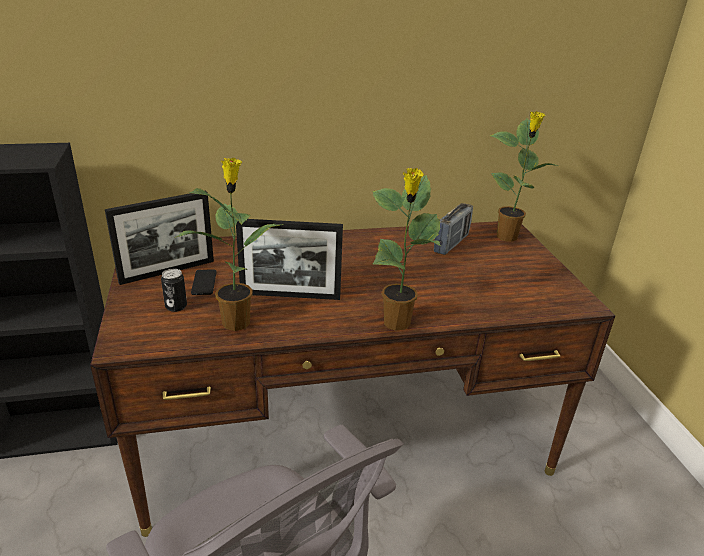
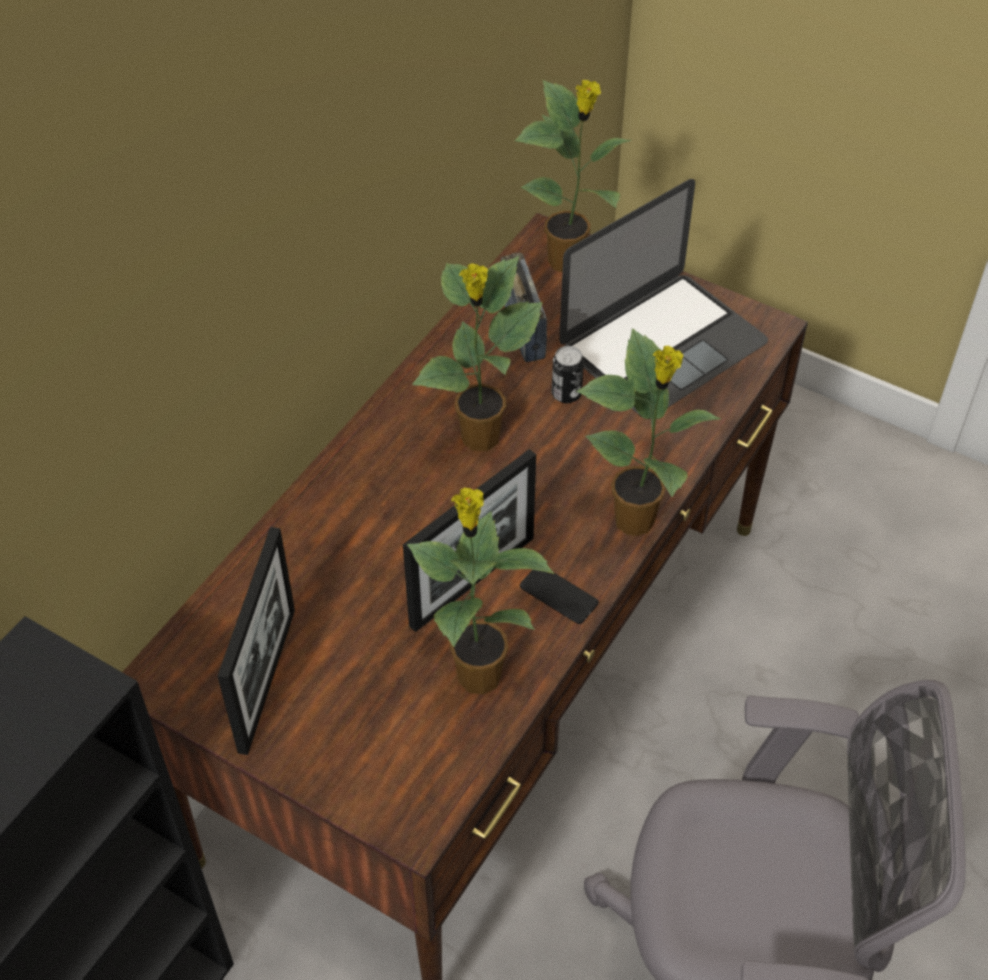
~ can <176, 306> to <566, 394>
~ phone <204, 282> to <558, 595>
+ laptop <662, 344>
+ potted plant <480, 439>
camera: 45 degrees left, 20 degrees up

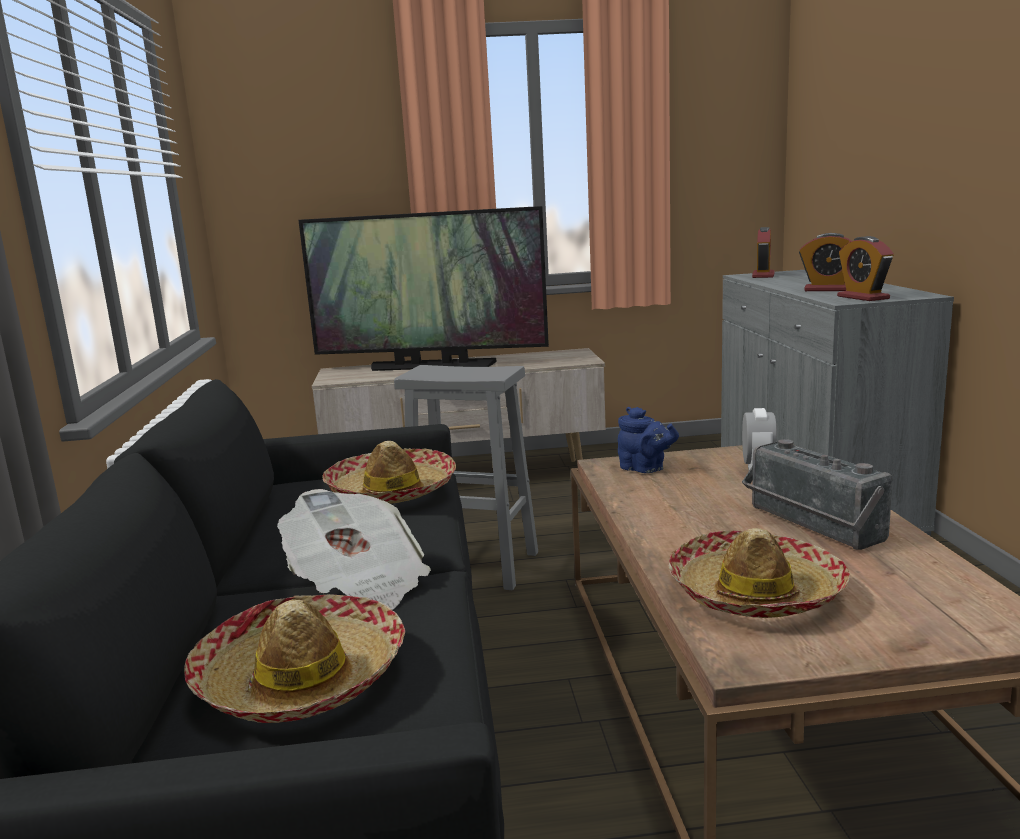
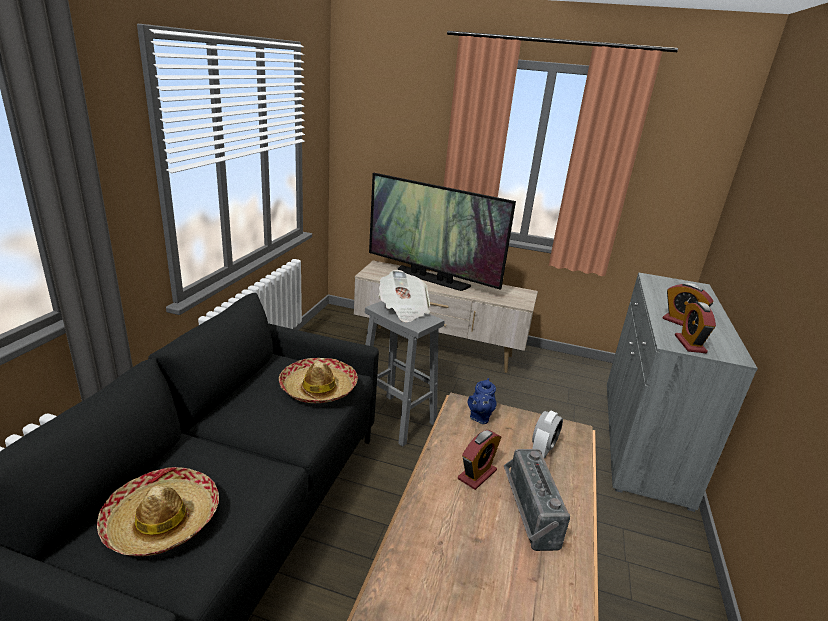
~ alarm clock <763, 275> to <477, 474>
~ blue teapot <645, 469> = <479, 417> 45 degrees clockwise
~ newspaper <359, 584> to <403, 309>
- hat <756, 592>
camera: 20 degrees right, 10 degrees up

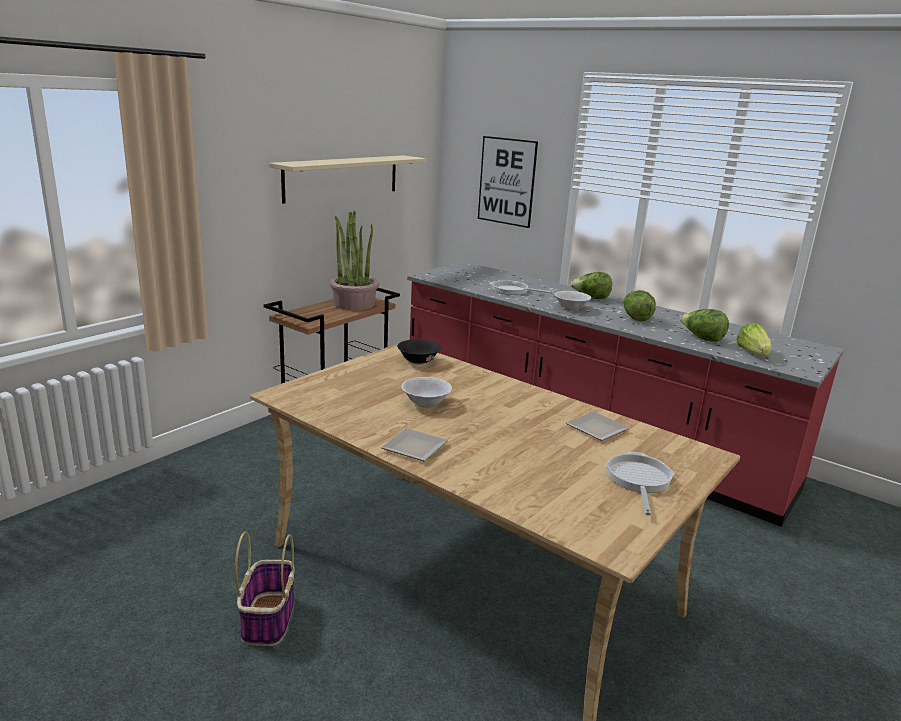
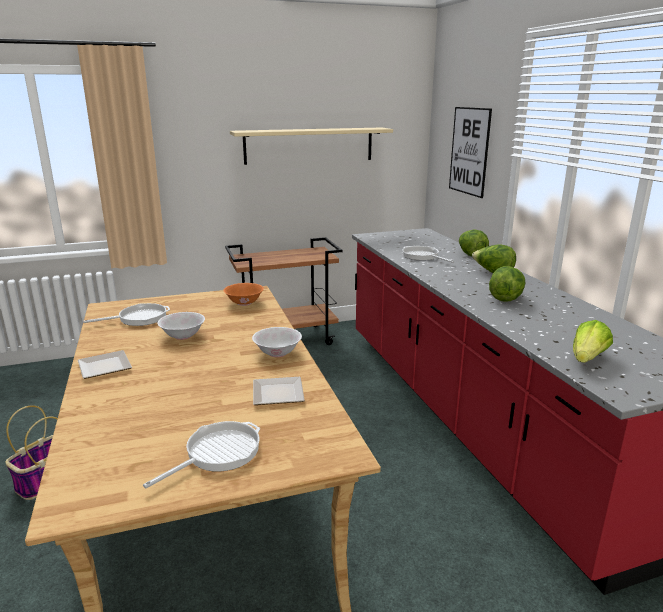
- potted plant <354, 304>
~ white bowl <571, 308> to <278, 353>
~ lettuce <702, 339> to <471, 255>
~ black bowl <418, 361> to orange bowl <244, 303>
+ frying pan <139, 318>
camera: 35 degrees right, 0 degrees up

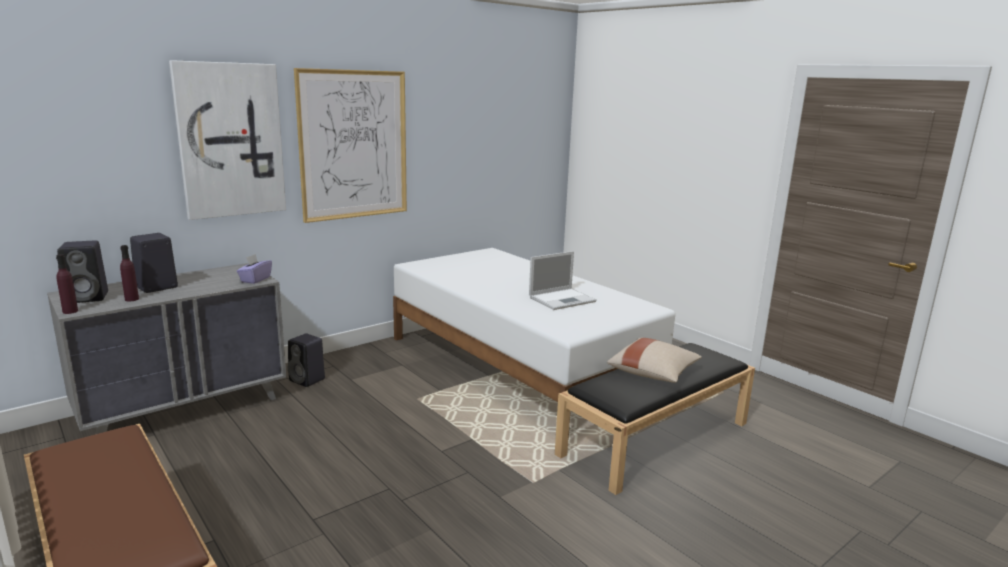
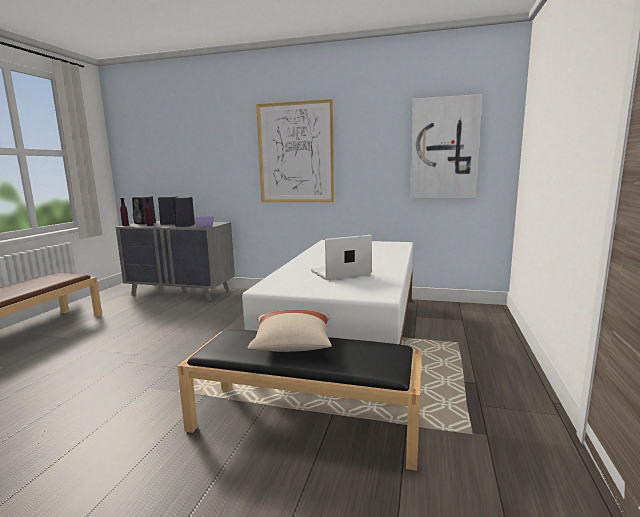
~ picture <230, 140> to <444, 148>
~ laptop <563, 299> = <339, 273> 135 degrees clockwise
~ black speaker <308, 380> to <185, 225>
camera: 55 degrees right, 5 degrees down

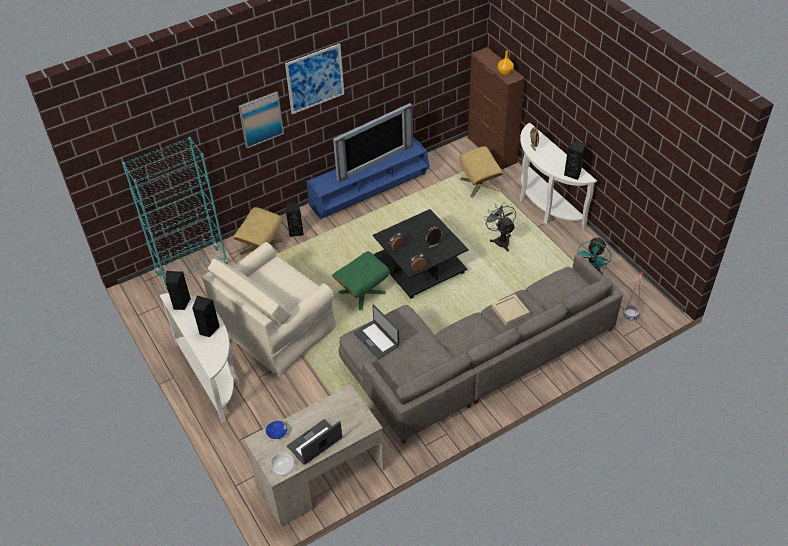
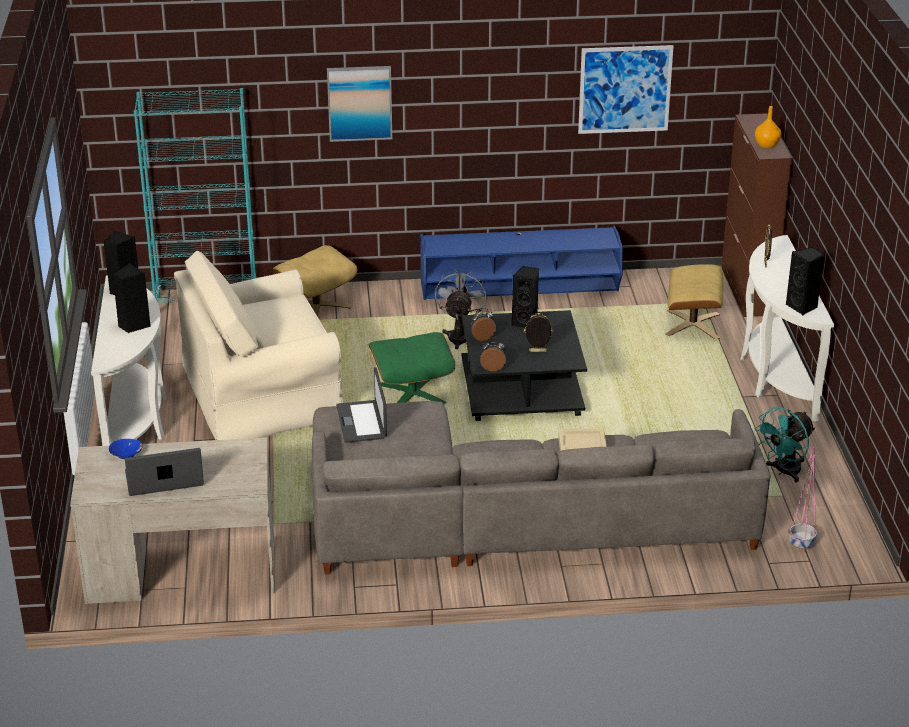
~ picture <315, 79> to <625, 89>
- television <373, 161>
~ black speaker <296, 231> to <526, 323>
~ grey fan <500, 240> to <459, 335>
- bowl <283, 467>
camera: 25 degrees right, 15 degrees down

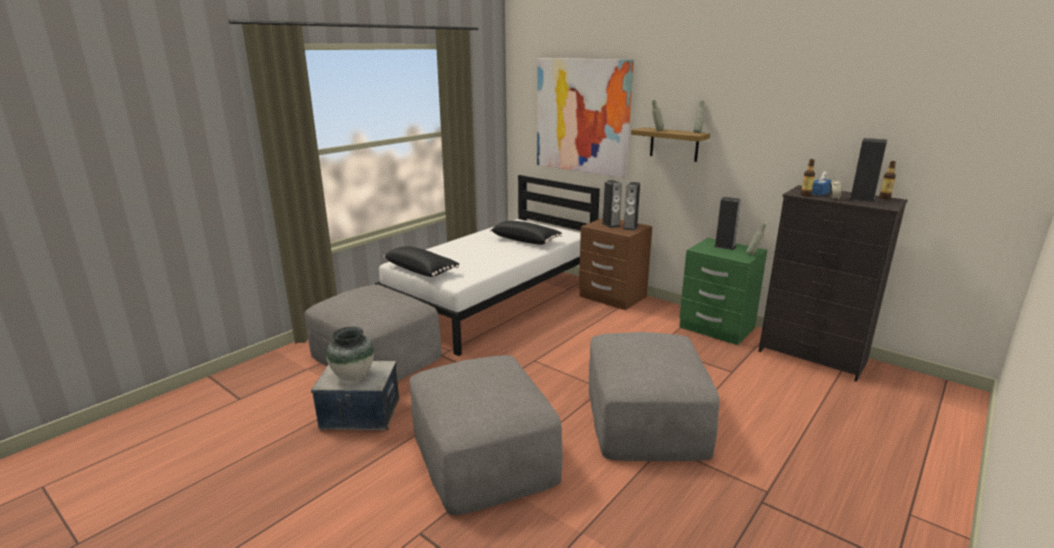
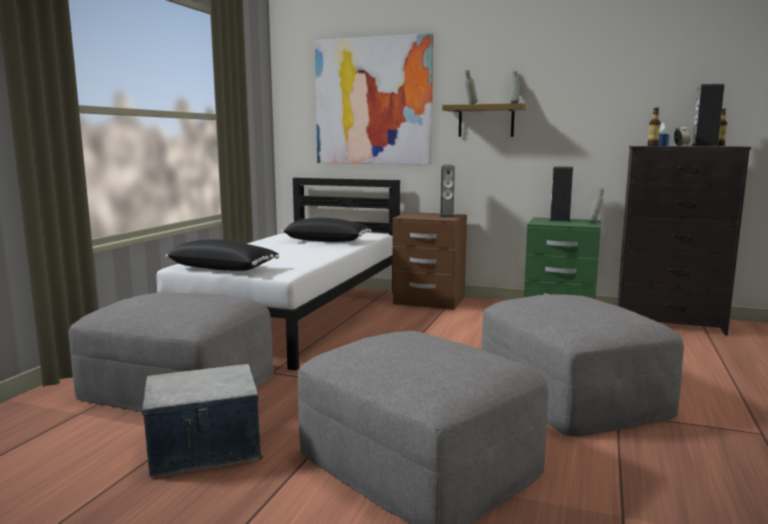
- speaker <610, 225>
- vase <352, 375>
camera: 20 degrees left, 10 degrees down

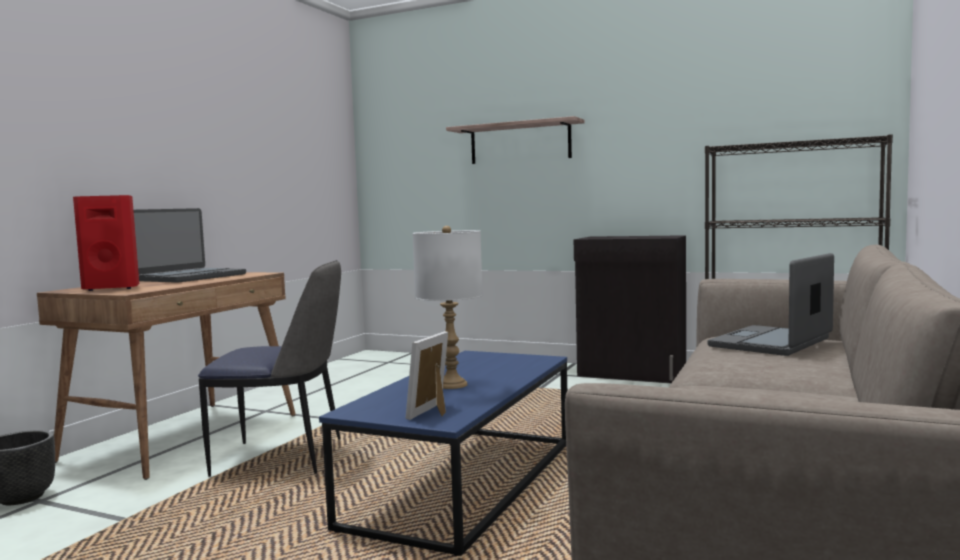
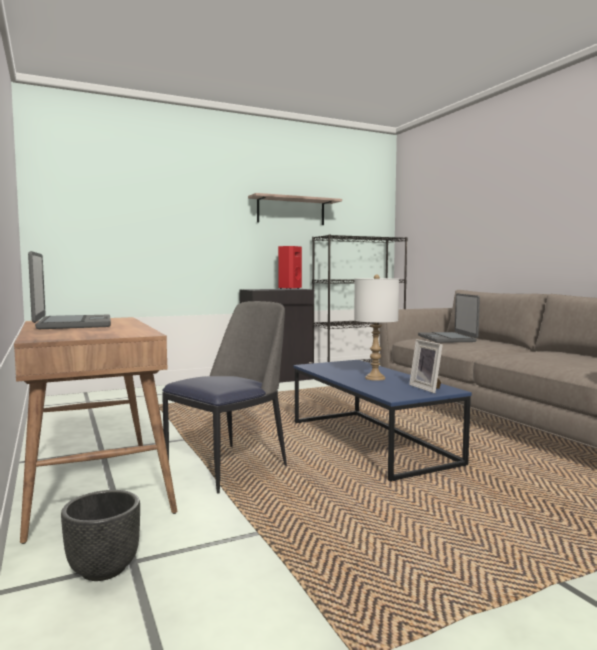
~ shelf <520, 143> to <291, 211>
~ red speaker <113, 288> to <289, 288>
camera: 50 degrees left, 0 degrees up

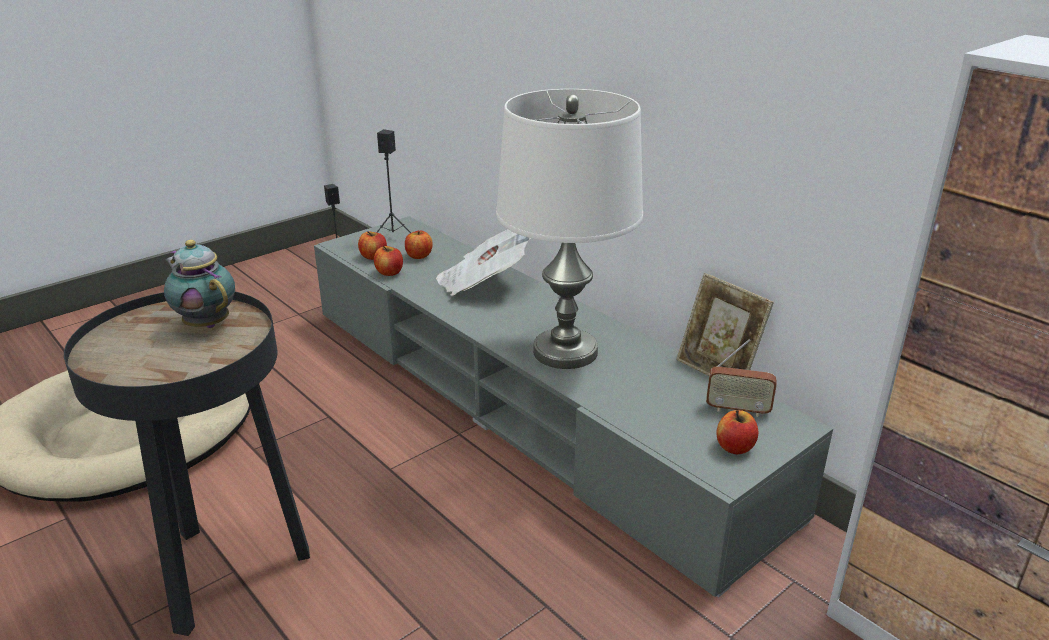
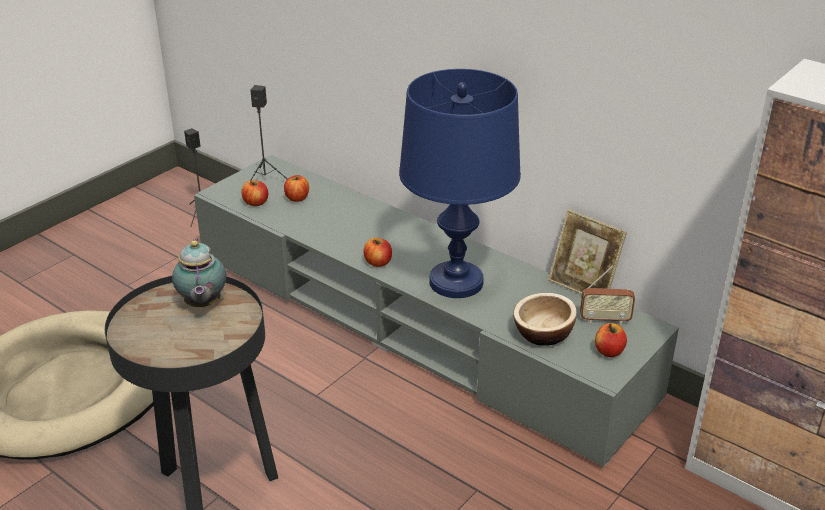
~ white table lamp <565, 352> to blue table lamp <456, 282>
- newspaper <483, 283>
~ teapot <206, 323> = <202, 305> 135 degrees counterclockwise
~ apple <389, 272> to <378, 262>
+ bowl <543, 333>
camera: 10 degrees left, 5 degrees up

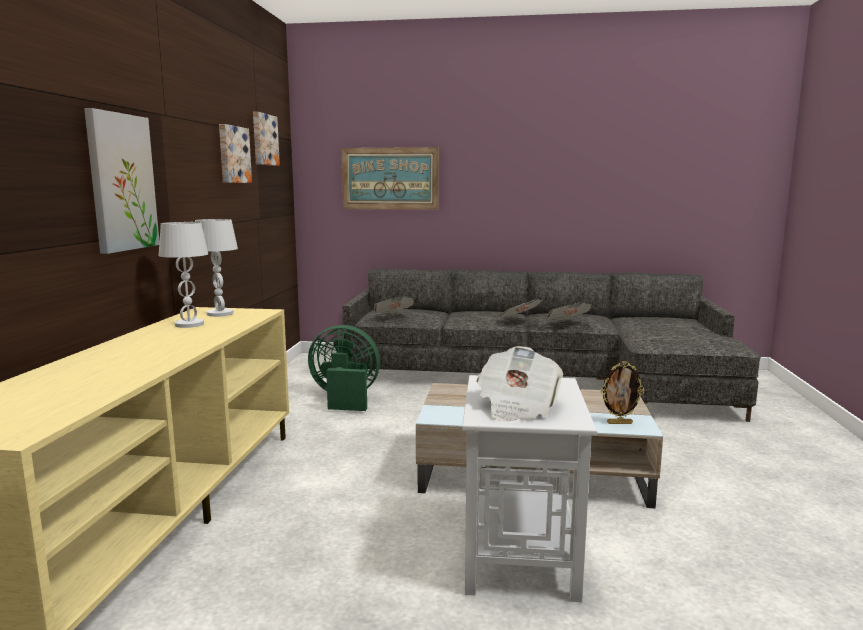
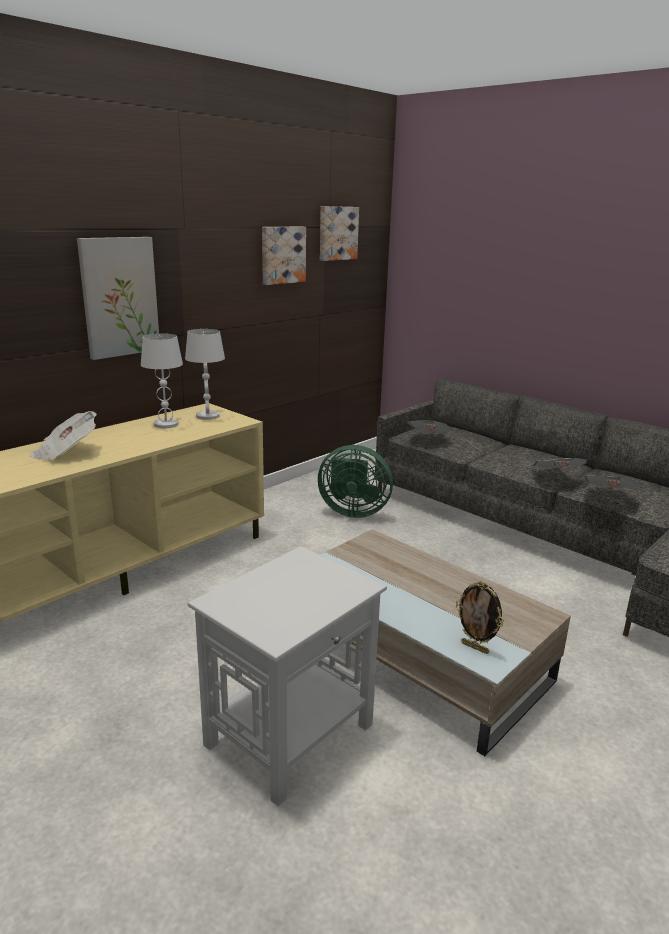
- picture <390, 178>
~ green fan <345, 399> = <352, 511> 150 degrees clockwise
~ newspaper <517, 407> to <65, 452>
camera: 35 degrees right, 10 degrees up

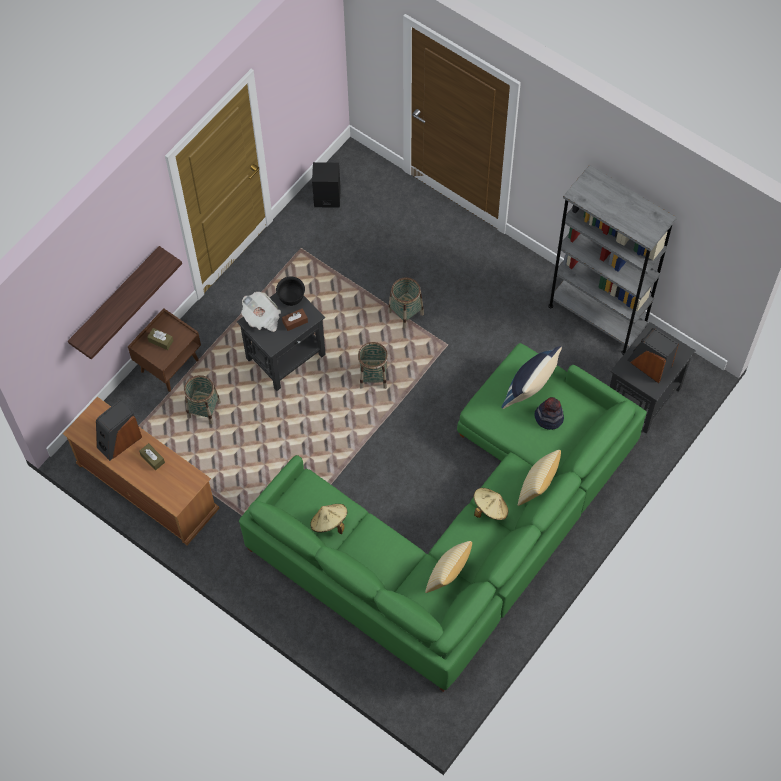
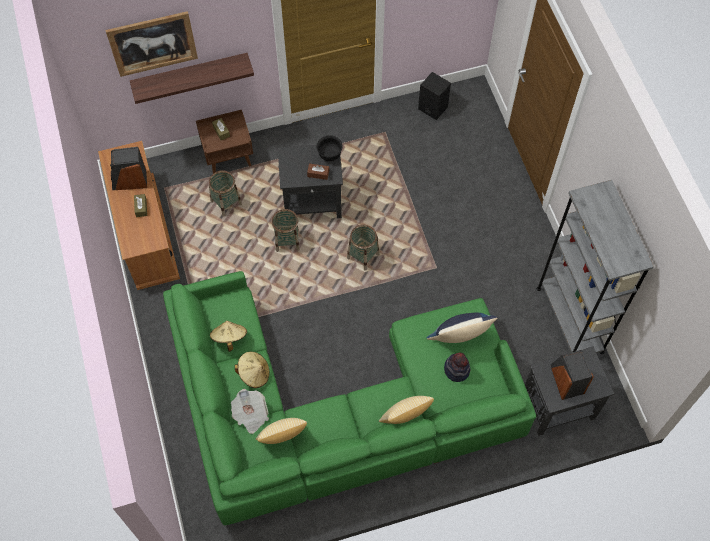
~ basket <405, 313> to <287, 241>
~ newspaper <262, 318> to <250, 414>
~ beige hat <490, 508> to <254, 373>
+ picture <152, 43>
camera: 35 degrees right, 0 degrees up

